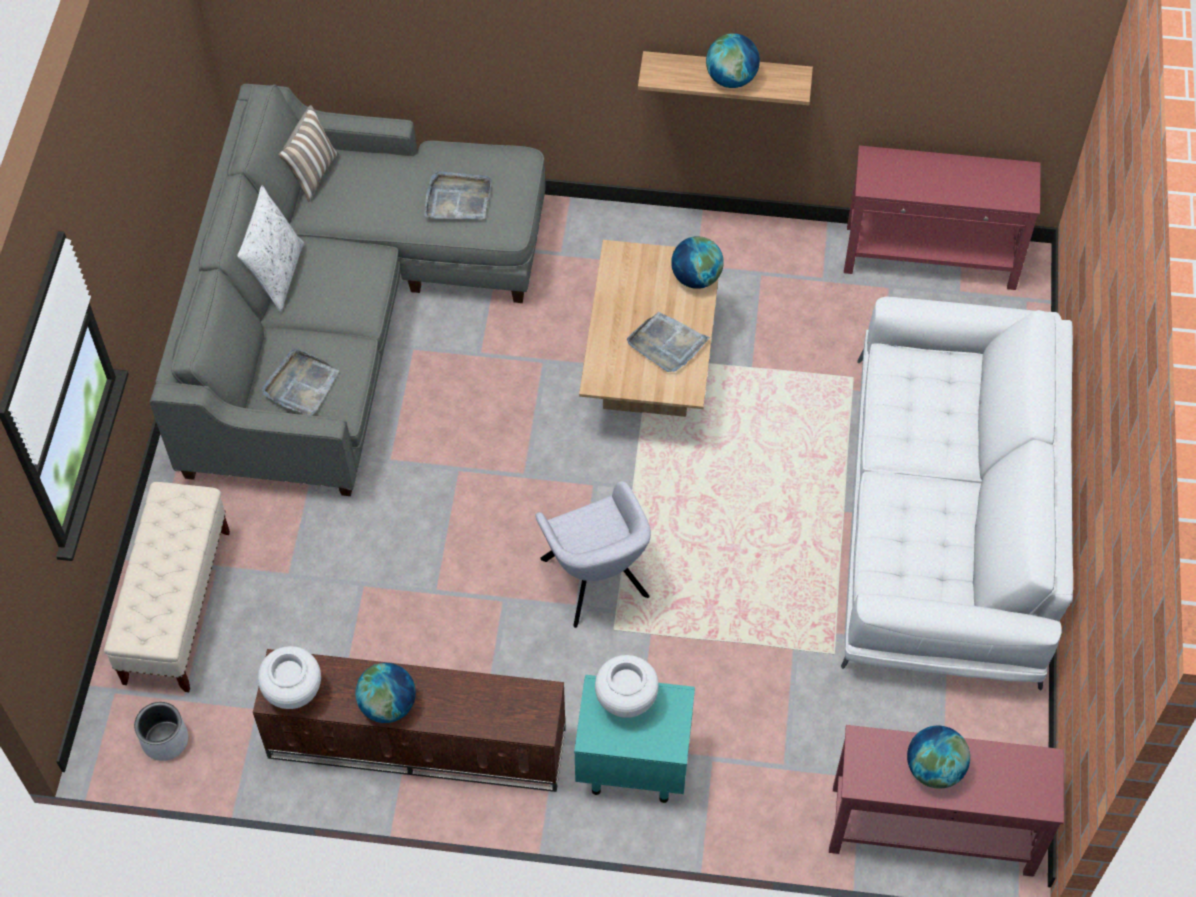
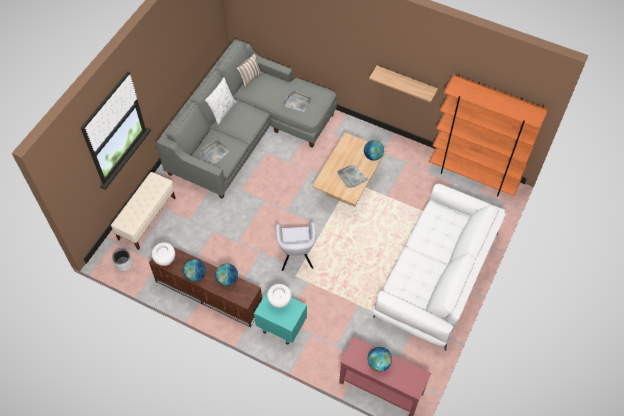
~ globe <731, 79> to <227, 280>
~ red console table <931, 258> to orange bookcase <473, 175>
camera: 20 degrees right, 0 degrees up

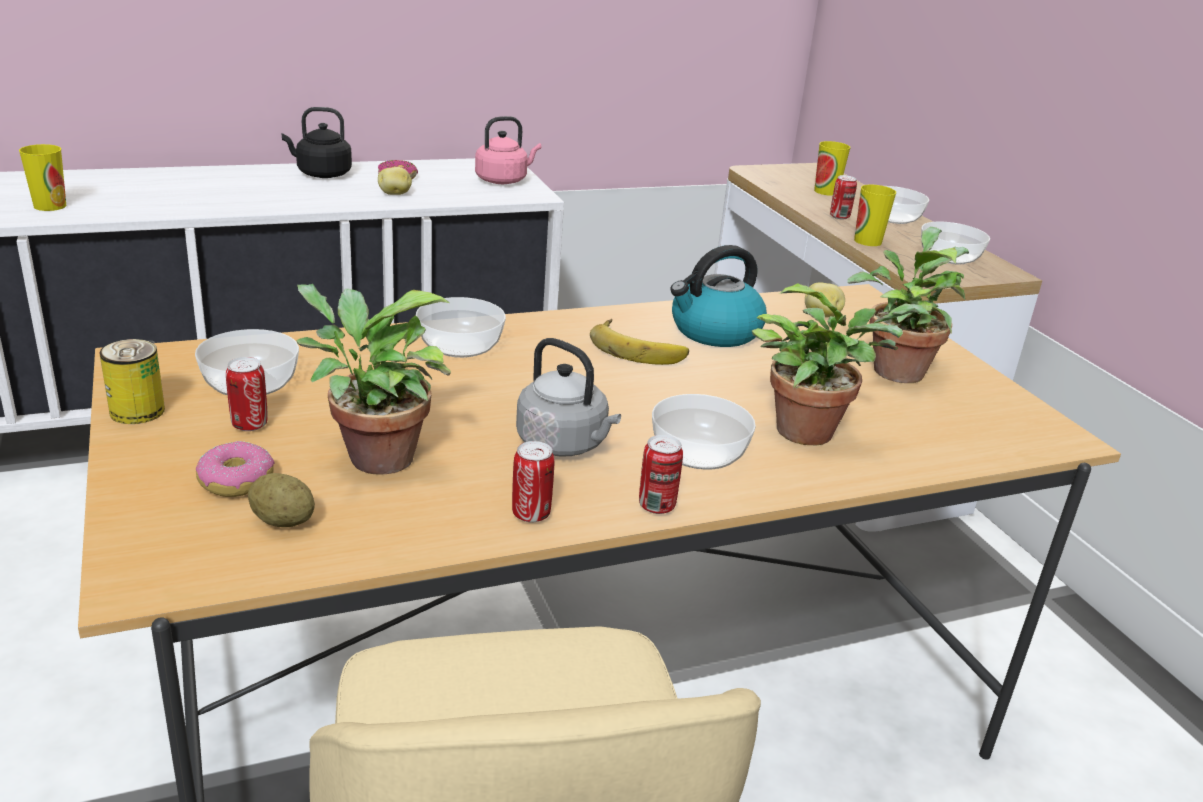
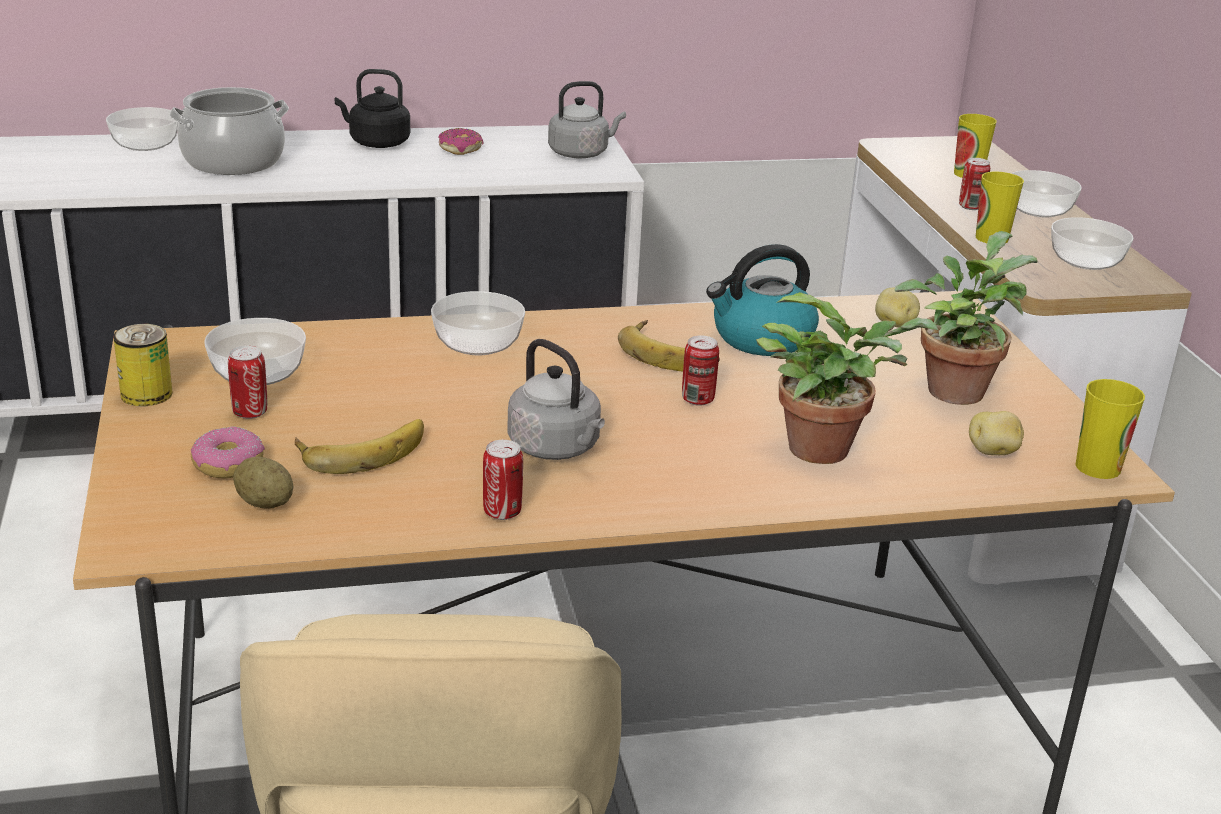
~ pink kettle <504, 180> to grey kettle <581, 153>
~ cup <50, 206> to <1098, 467>
~ potato <395, 194> to <993, 452>
~ potted plant <372, 457> to banana <361, 450>
~ bowl <698, 454> to <145, 144>
~ can <656, 506> to <697, 399>
+ cooking pot <233, 162>
camera: 10 degrees right, 0 degrees up

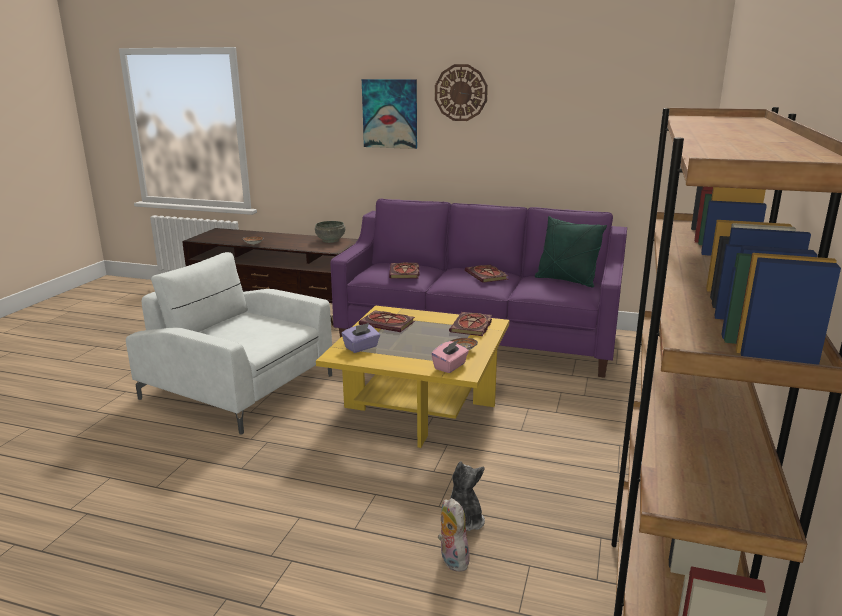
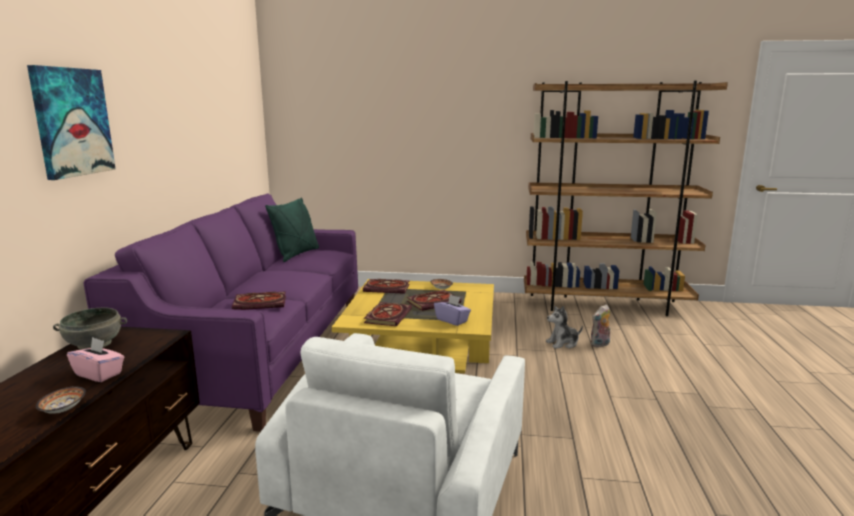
- wall clock <461, 92>
~ book <487, 276> to <434, 302>
~ pink tissue box <450, 366> to <99, 374>
camera: 100 degrees left, 5 degrees down

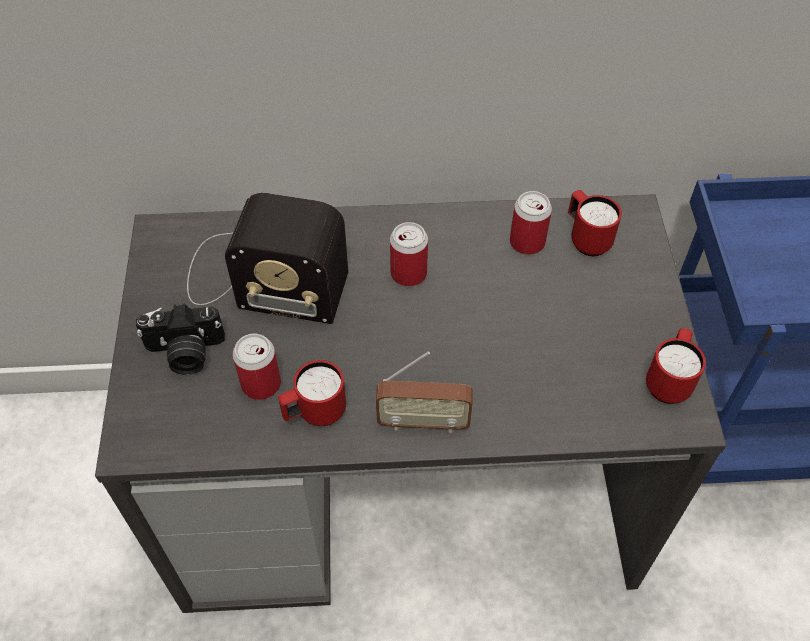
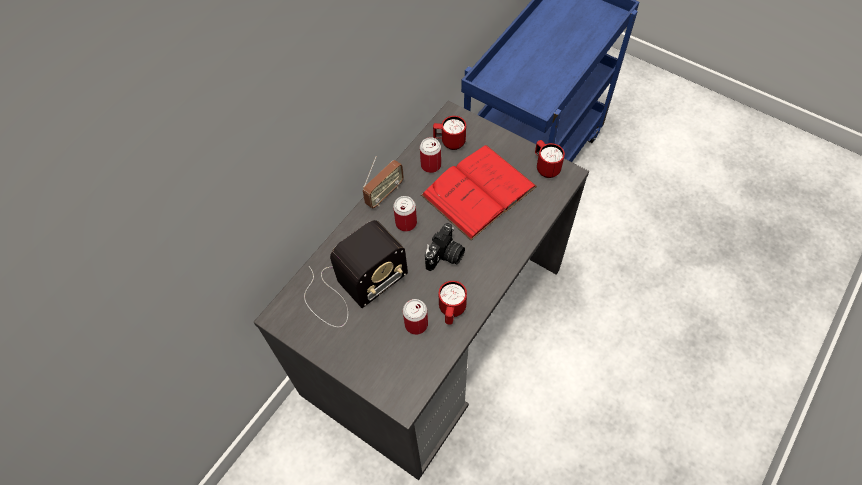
~ photo camera <185, 353> to <445, 256>
~ radio <423, 422> to <384, 194>
+ red book <479, 191>
camera: 50 degrees left, 5 degrees up

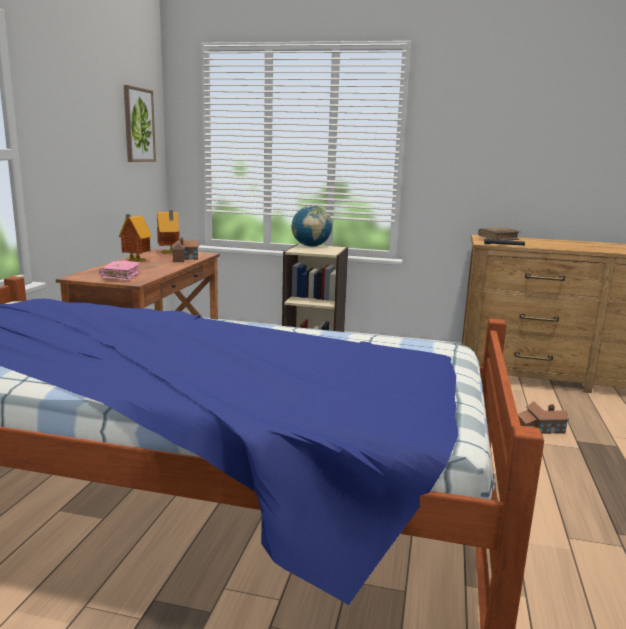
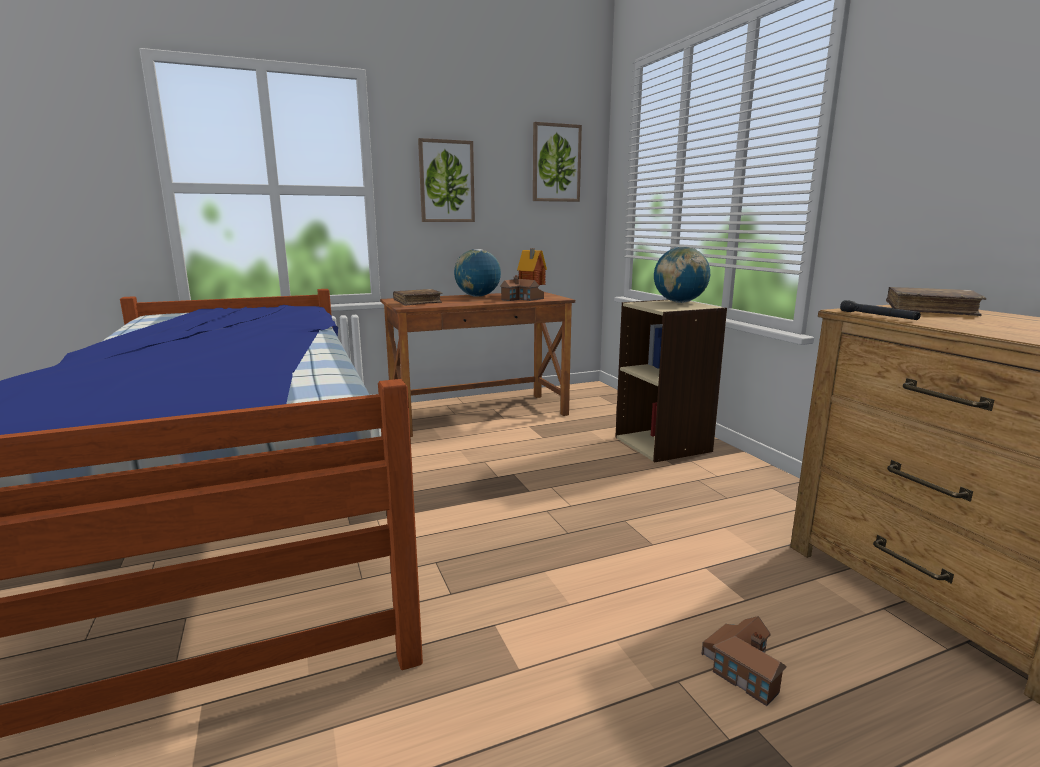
~ toy house <135, 261> to globe <478, 296>
~ pink book <121, 276> to brown book <417, 302>
+ picture <446, 181>
camera: 55 degrees right, 0 degrees up

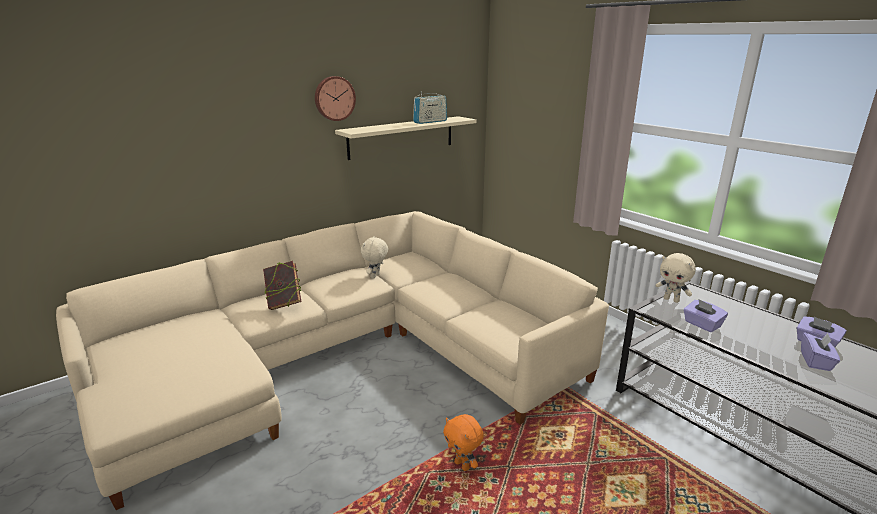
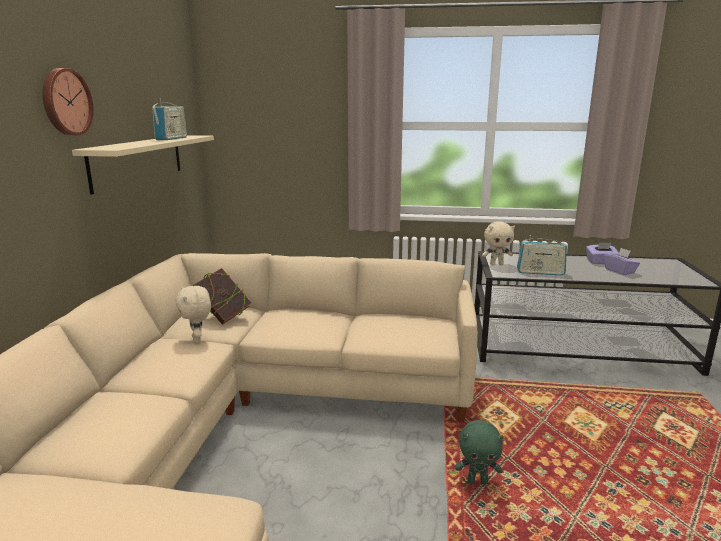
~ book <284, 304> to <223, 317>
~ purple tissue box <702, 325> to radio <540, 272>
~ orange plush toy <463, 465> to green plush toy <477, 481>
camera: 45 degrees left, 5 degrees down

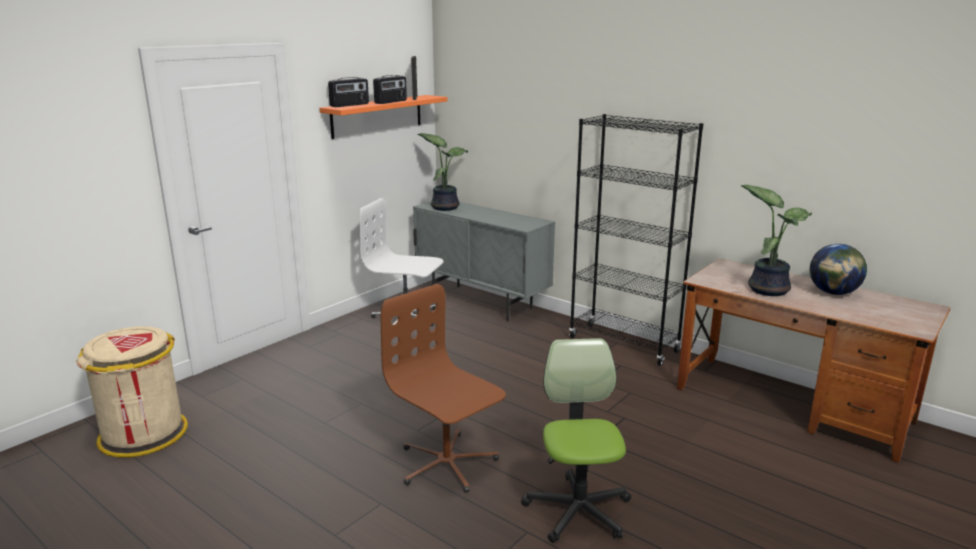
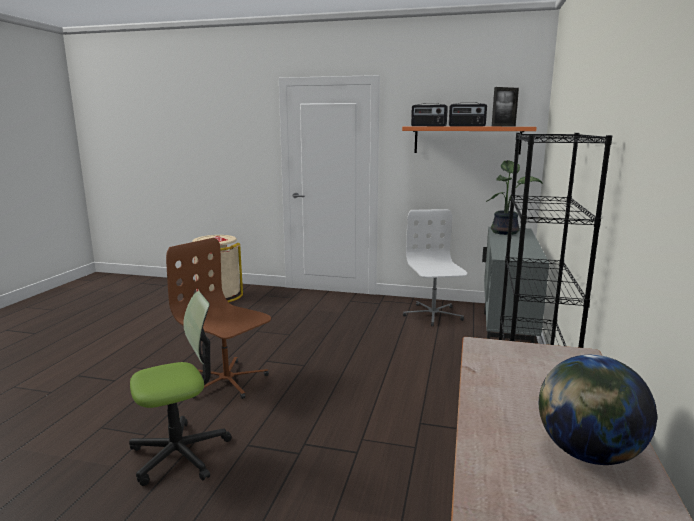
- potted plant <767, 289>
~ brown office chair <446, 464> = <226, 381> 75 degrees counterclockwise
camera: 65 degrees right, 5 degrees down

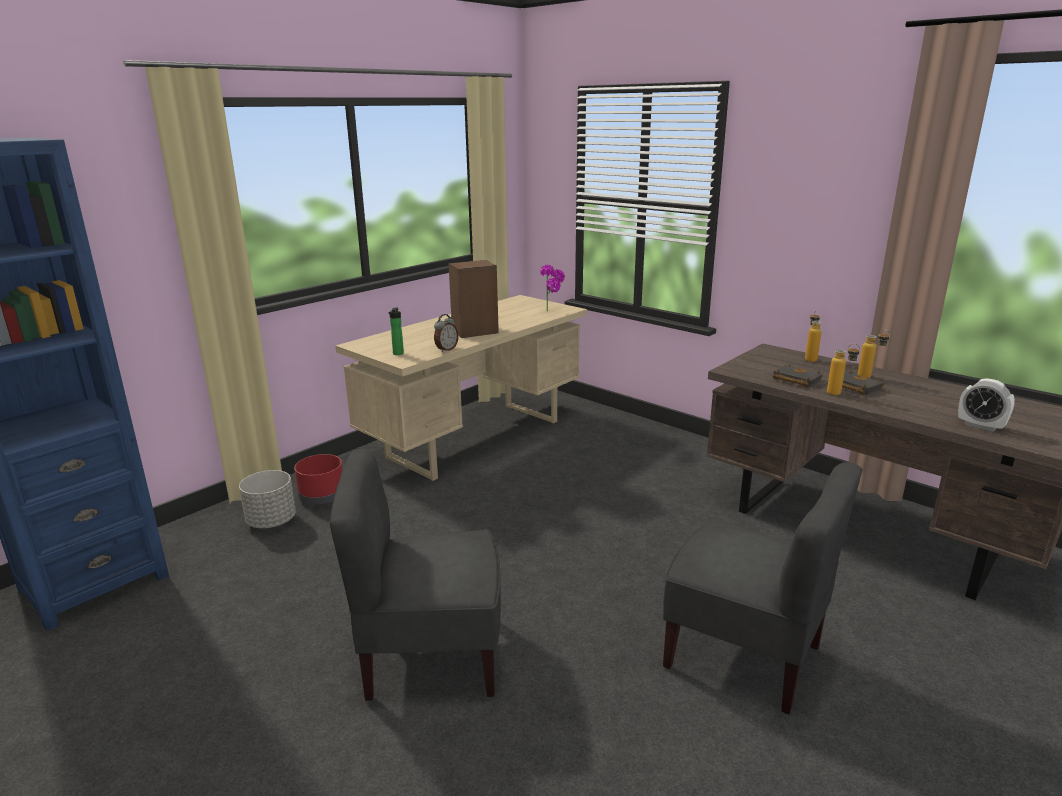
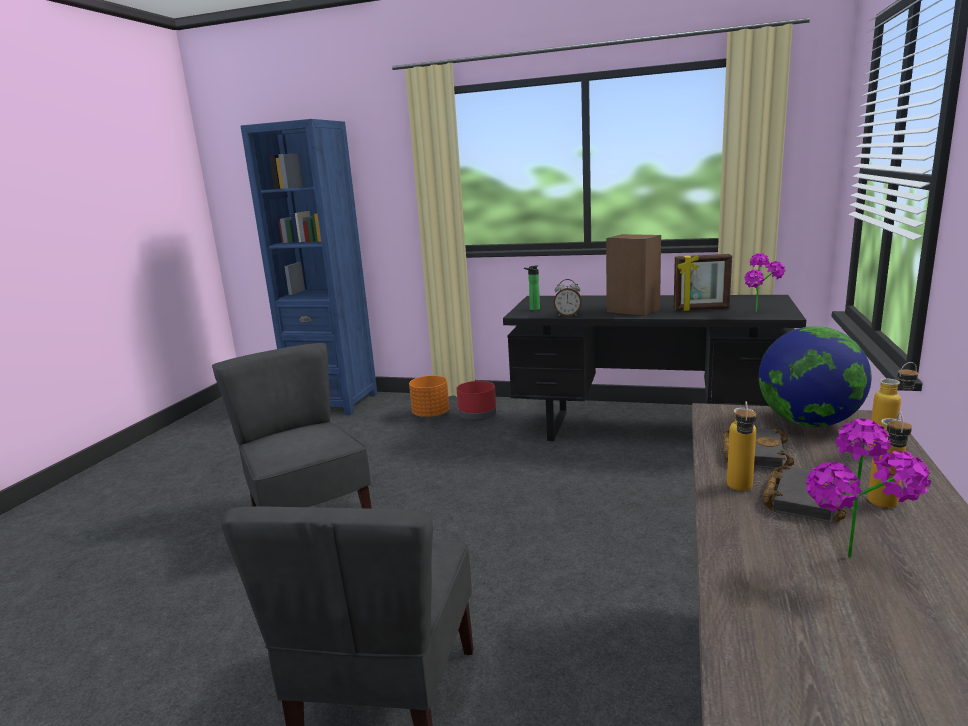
~ beige desk <475, 438> to black desk <647, 430>
- alarm clock <980, 426>
~ grey planter <271, 522> to orange planter <430, 415>
+ picture frame <701, 309>
+ globe <808, 423>
+ potted plant <855, 568>
camera: 65 degrees right, 5 degrees down

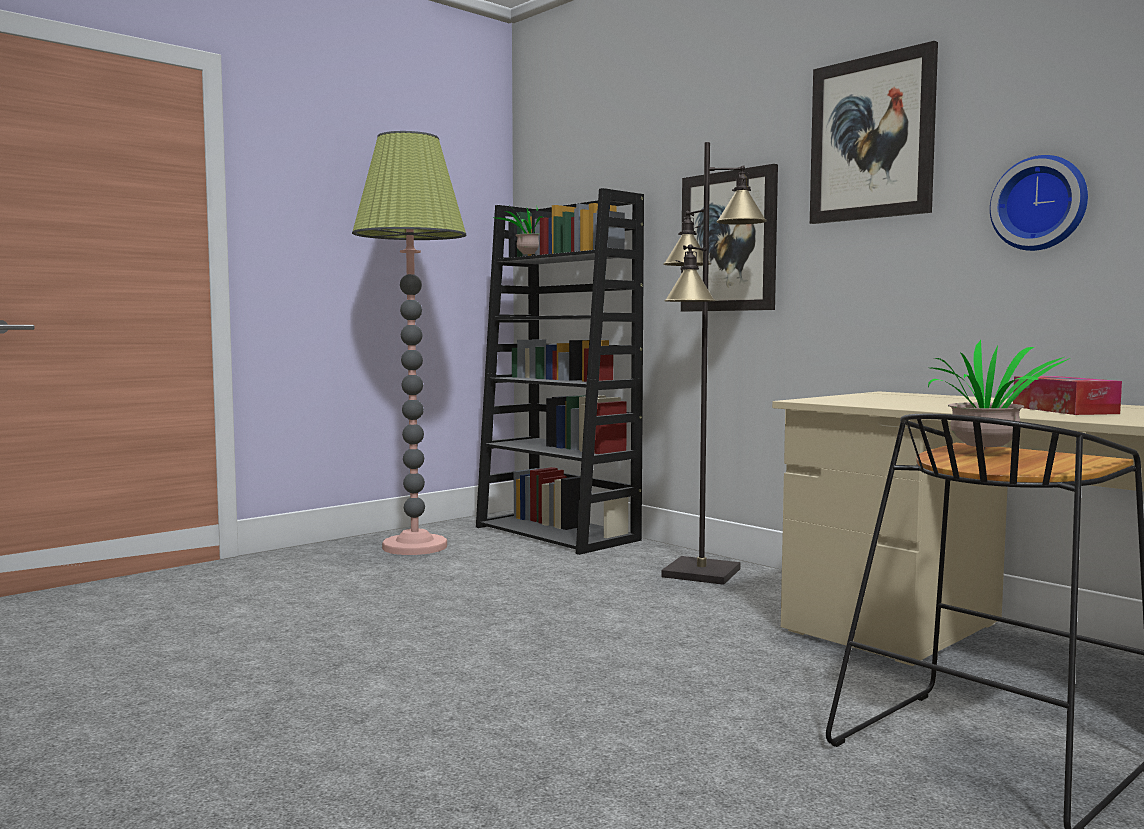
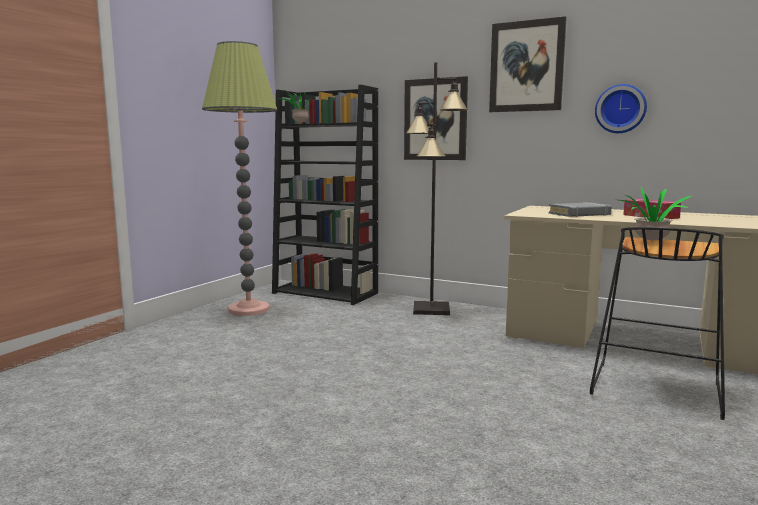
+ grey book <580, 214>
camera: 20 degrees left, 5 degrees up

